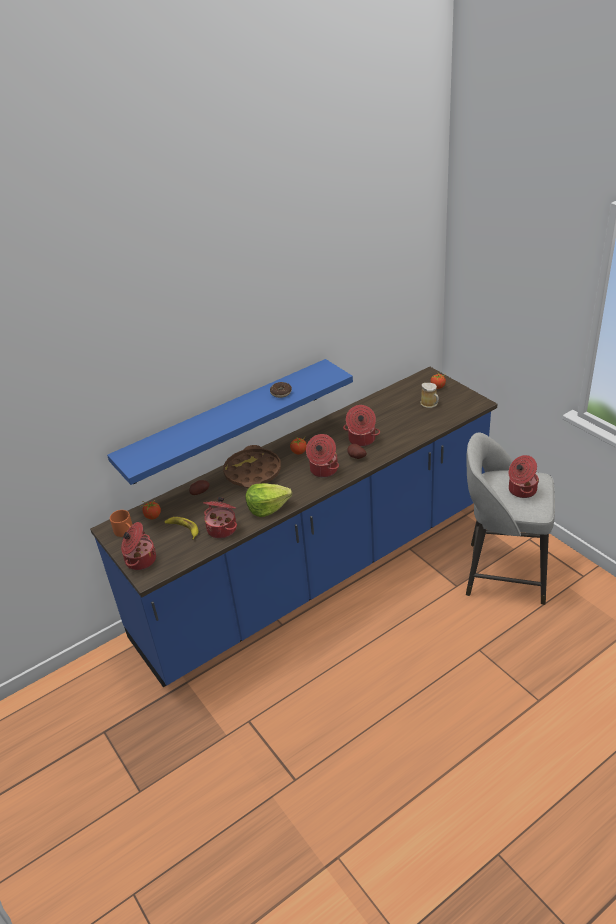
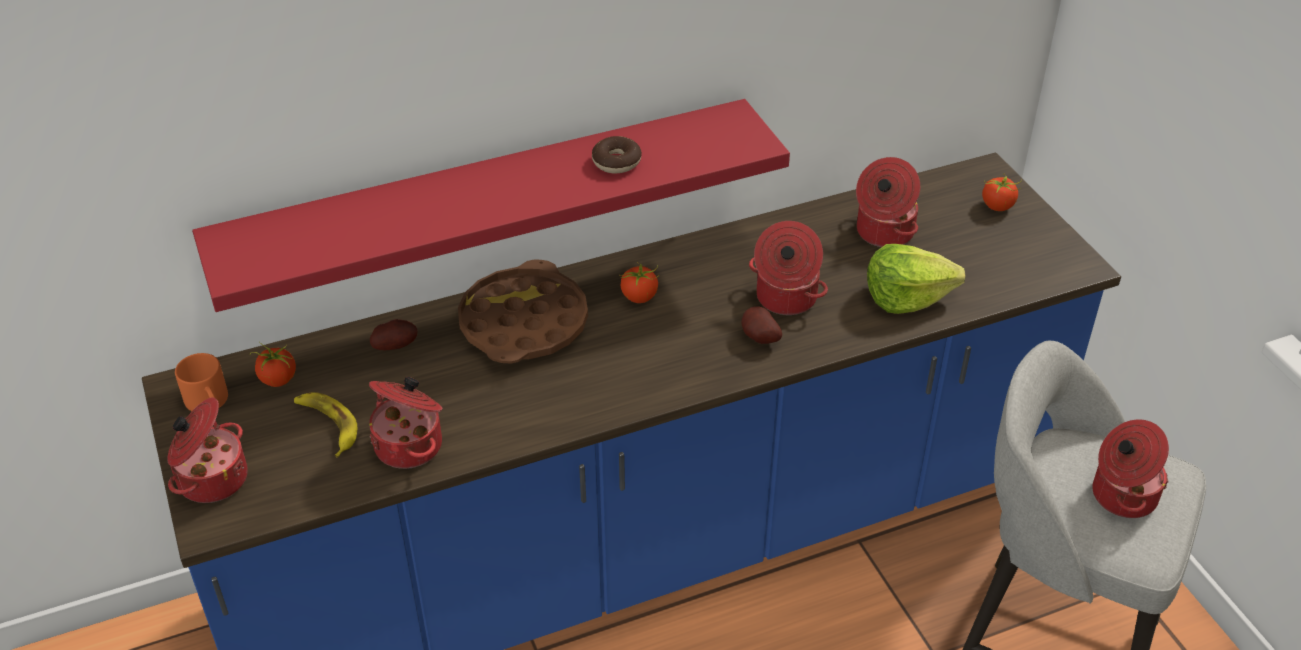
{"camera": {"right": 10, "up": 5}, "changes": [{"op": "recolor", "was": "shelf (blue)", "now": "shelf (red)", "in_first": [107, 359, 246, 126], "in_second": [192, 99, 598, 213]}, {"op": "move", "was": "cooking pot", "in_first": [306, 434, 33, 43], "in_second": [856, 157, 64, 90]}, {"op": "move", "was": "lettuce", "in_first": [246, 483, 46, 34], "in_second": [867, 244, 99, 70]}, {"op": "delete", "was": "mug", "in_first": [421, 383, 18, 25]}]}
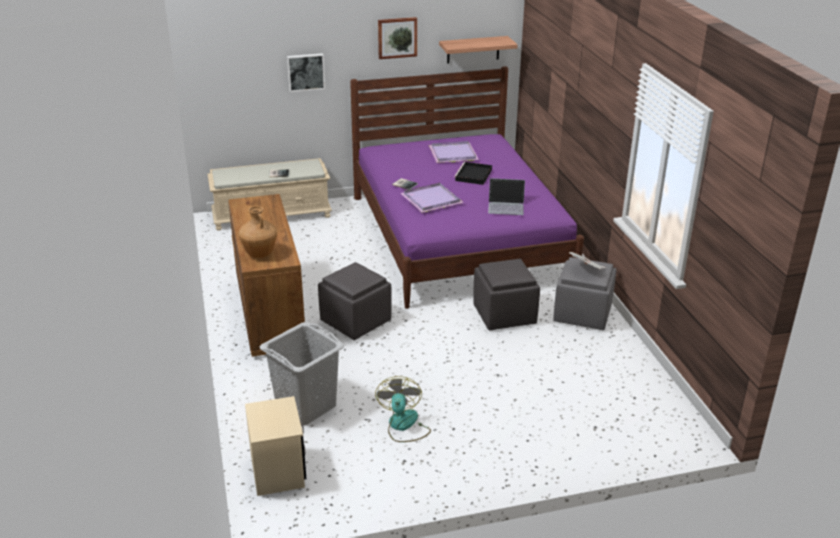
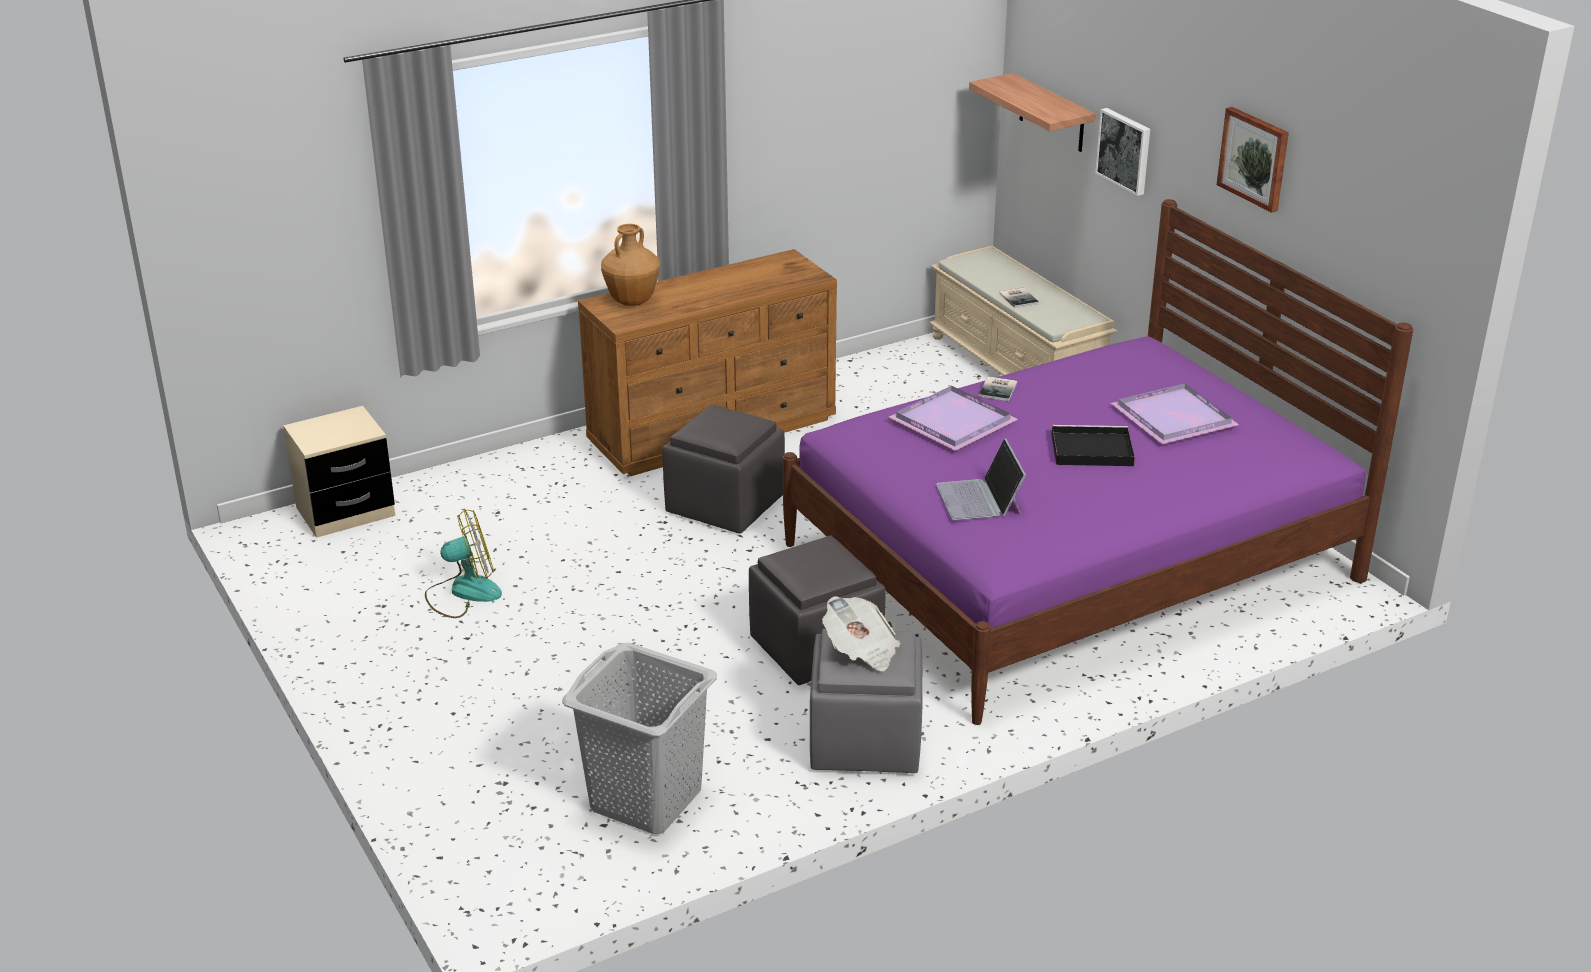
{"camera": {"right": 75, "up": 0}, "changes": [{"op": "move", "was": "laundry basket (grey)", "in_first": [260, 322, 84, 103], "in_second": [562, 643, 155, 191]}, {"op": "move", "was": "shelf", "in_first": [439, 36, 79, 28], "in_second": [969, 73, 127, 79]}]}
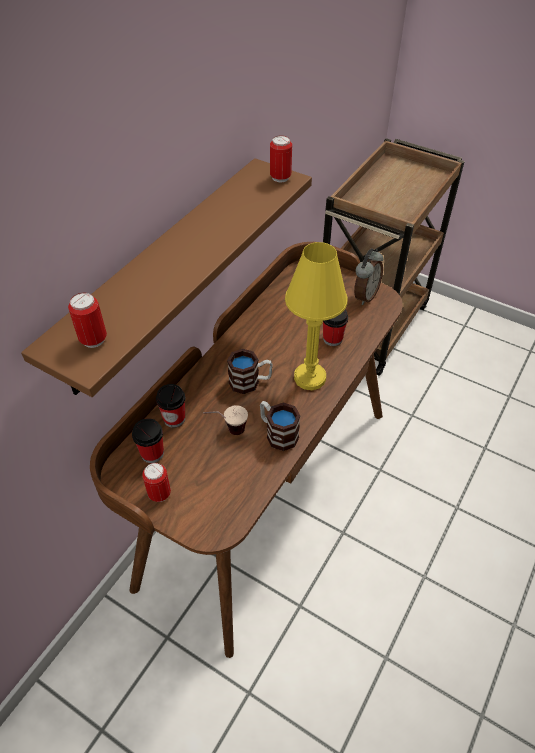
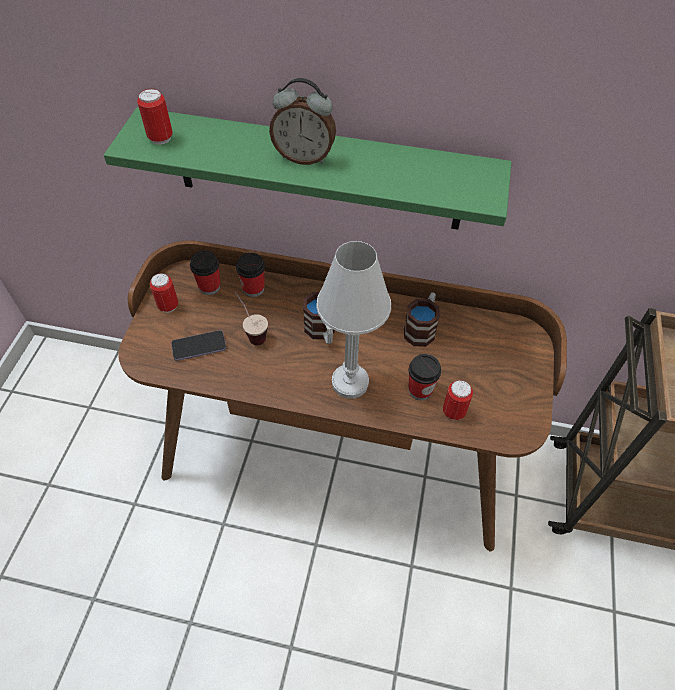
{"camera": {"right": 70, "up": 5}, "changes": [{"op": "recolor", "was": "shelf (brown)", "now": "shelf (green)", "in_first": [21, 158, 291, 239], "in_second": [104, 107, 408, 123]}, {"op": "insert", "now": "phone", "in_second": [171, 330, 55, 31]}, {"op": "move", "was": "alarm clock", "in_first": [354, 249, 29, 56], "in_second": [269, 78, 67, 87]}, {"op": "recolor", "was": "table lamp (yellow)", "now": "table lamp (white)", "in_first": [285, 242, 63, 148], "in_second": [316, 241, 75, 158]}, {"op": "move", "was": "mug", "in_first": [260, 401, 40, 50], "in_second": [404, 292, 36, 55]}, {"op": "move", "was": "can", "in_first": [270, 135, 22, 47], "in_second": [443, 380, 30, 40]}]}
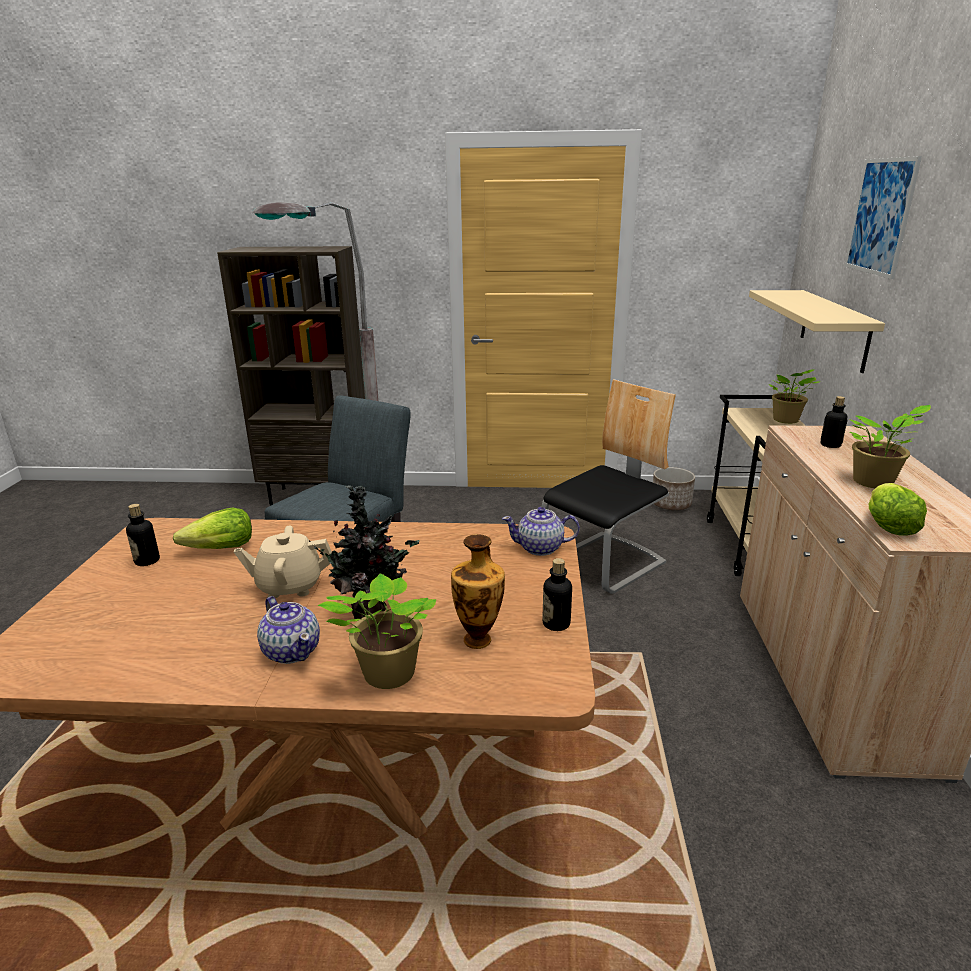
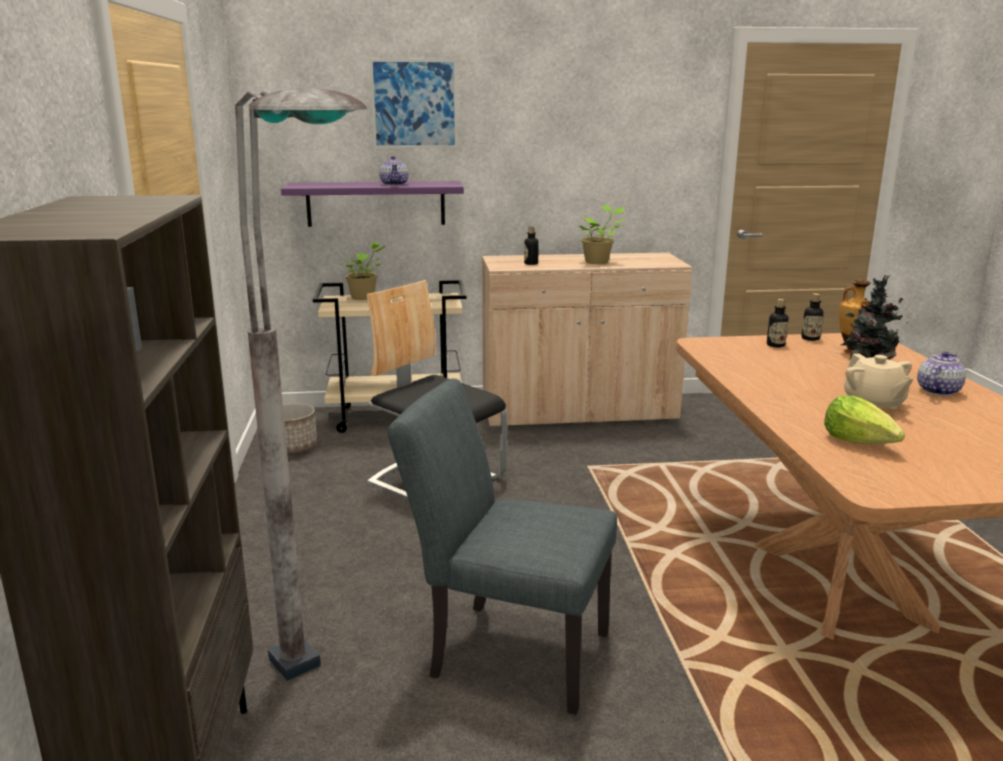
{"camera": {"right": -100, "up": -5}, "changes": [{"op": "recolor", "was": "shelf (beige)", "now": "shelf (purple)", "in_first": [749, 290, 136, 83], "in_second": [281, 181, 183, 46]}, {"op": "move", "was": "teapot", "in_first": [502, 507, 78, 49], "in_second": [379, 156, 30, 30]}, {"op": "move", "was": "bottle", "in_first": [126, 504, 34, 62], "in_second": [767, 299, 21, 48]}, {"op": "delete", "was": "potted plant", "in_first": [318, 574, 118, 115]}, {"op": "delete", "was": "lettuce", "in_first": [868, 483, 59, 53]}]}
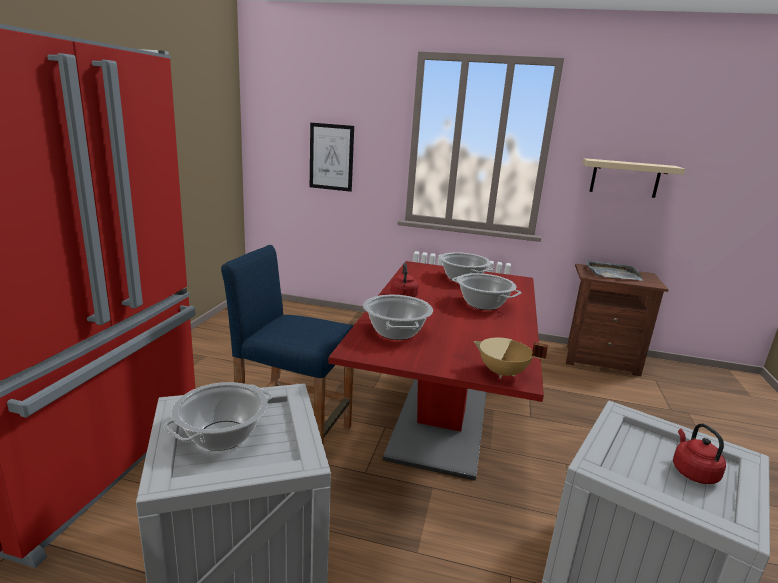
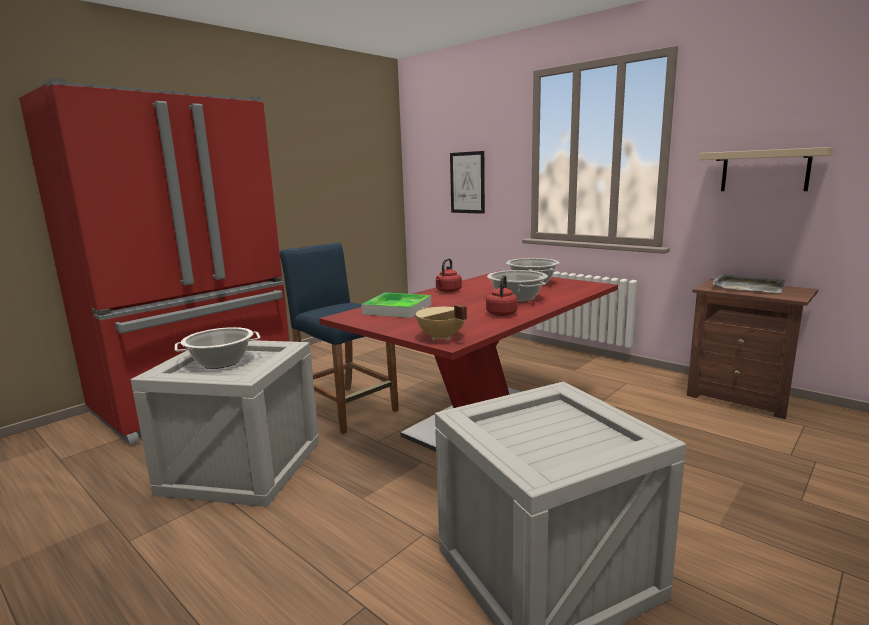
{"camera": {"right": 30, "up": -5}, "changes": [{"op": "replace", "was": "cooking pot", "now": "tray", "in_first": [363, 295, 70, 45], "in_second": [361, 293, 70, 25]}, {"op": "move", "was": "kettle (red)", "in_first": [673, 424, 53, 60], "in_second": [486, 275, 32, 41]}]}
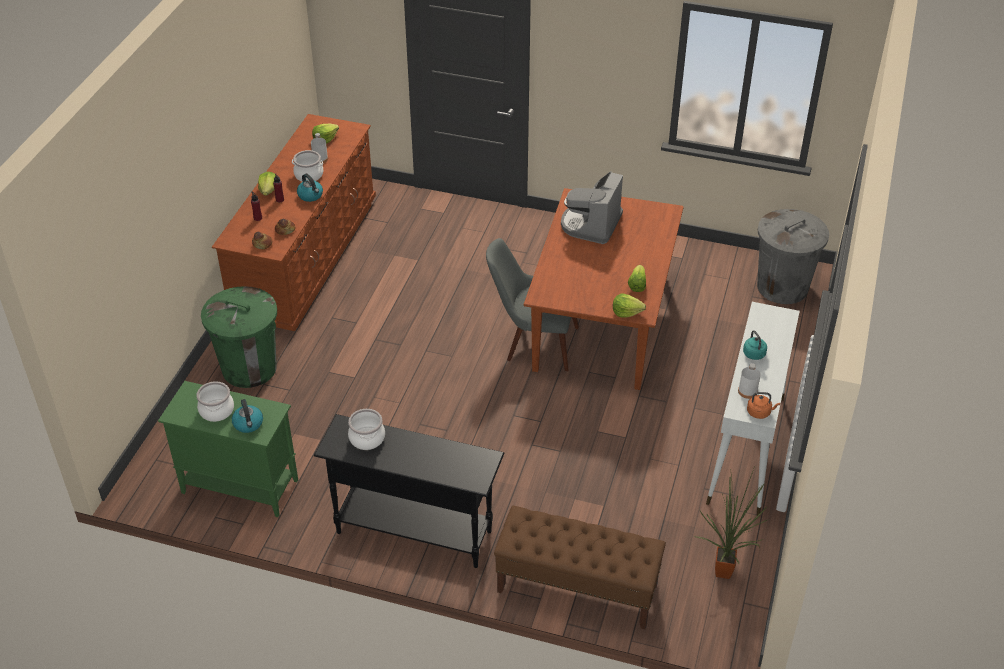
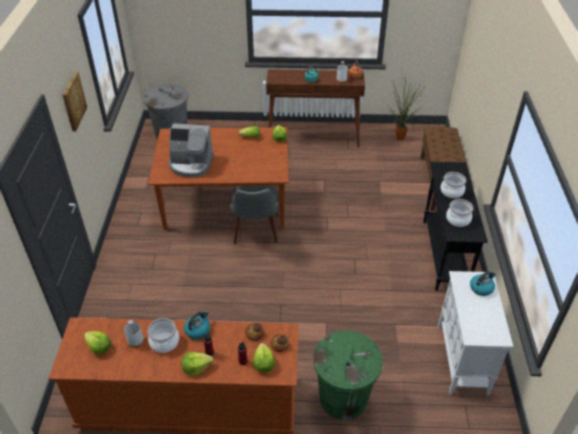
{"camera": {"right": -105, "up": 0}, "changes": [{"op": "insert", "now": "picture", "in_second": [62, 72, 25, 59]}, {"op": "insert", "now": "lettuce", "in_second": [253, 343, 22, 30]}, {"op": "recolor", "was": "console table (white)", "now": "console table (brown)", "in_first": [706, 302, 94, 214], "in_second": [266, 69, 99, 78]}, {"op": "recolor", "was": "cabinet (green)", "now": "cabinet (white)", "in_first": [158, 381, 140, 136], "in_second": [438, 271, 75, 124]}, {"op": "move", "was": "cooking pot", "in_first": [196, 381, 38, 41], "in_second": [440, 172, 26, 26]}]}
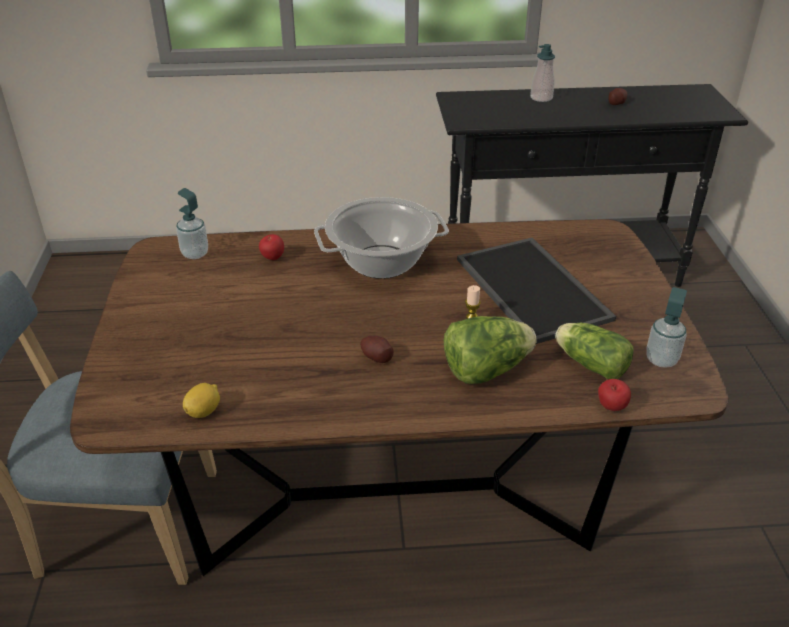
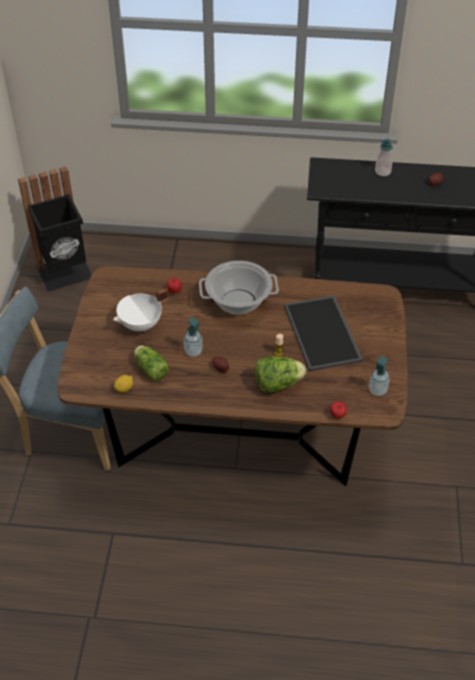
{"camera": {"right": 10, "up": 10}, "changes": [{"op": "insert", "now": "trash can (black)", "in_second": [18, 167, 74, 125]}, {"op": "insert", "now": "cooking pot (white)", "in_second": [113, 288, 56, 44]}, {"op": "move", "was": "lettuce", "in_first": [555, 323, 79, 57], "in_second": [134, 346, 35, 35]}, {"op": "move", "was": "soap dispenser", "in_first": [176, 188, 32, 71], "in_second": [184, 317, 19, 40]}]}
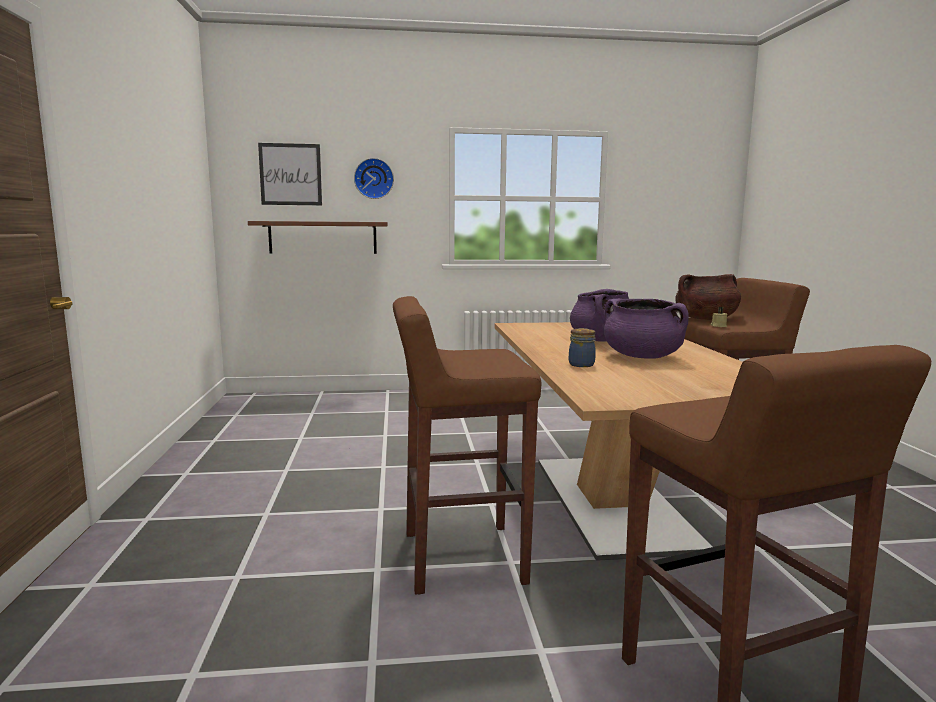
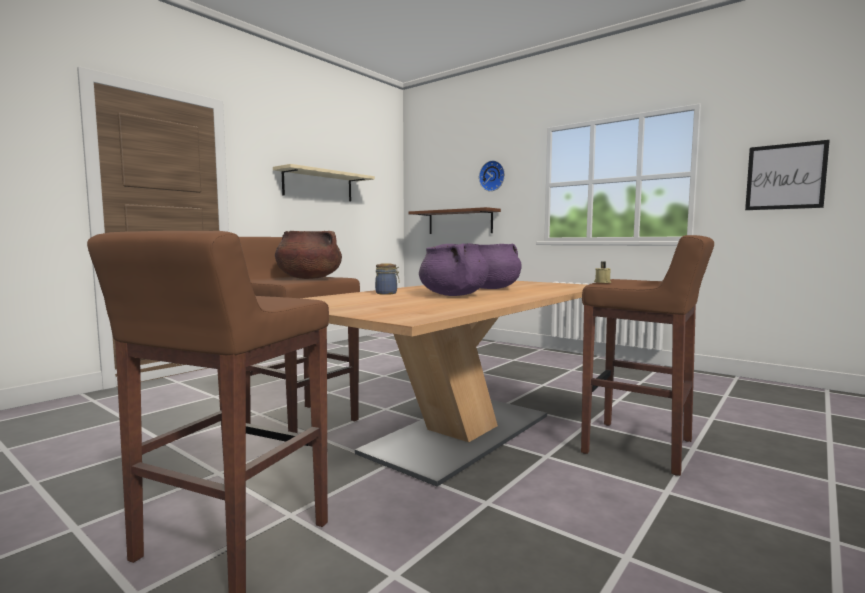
{"camera": {"right": 45, "up": -5}, "changes": [{"op": "insert", "now": "shelf (beige)", "in_second": [273, 164, 102, 37]}, {"op": "move", "was": "cooking pot (brown)", "in_first": [676, 274, 65, 46], "in_second": [275, 231, 67, 48]}, {"op": "move", "was": "picture", "in_first": [258, 143, 64, 62], "in_second": [745, 140, 85, 70]}]}
